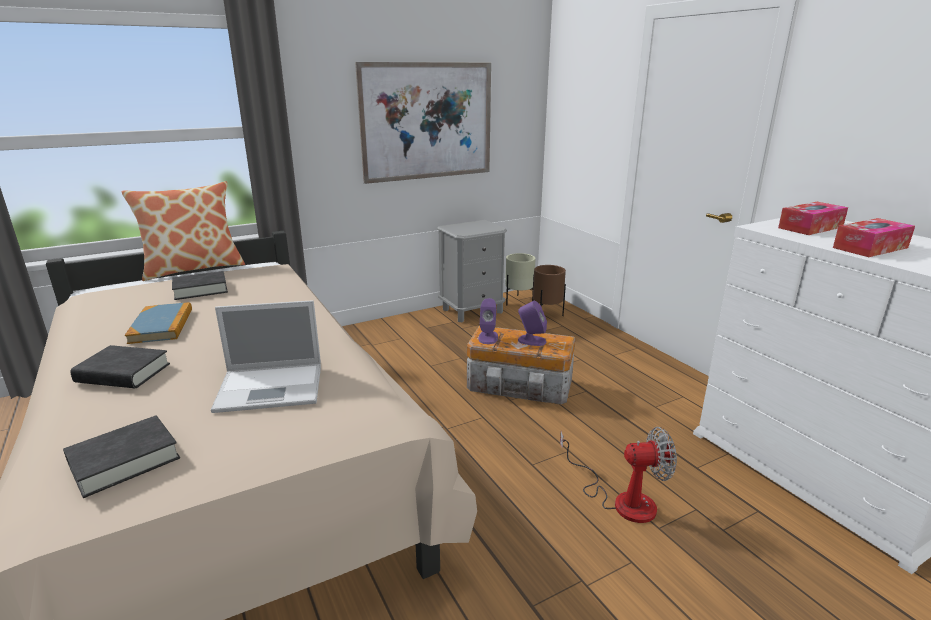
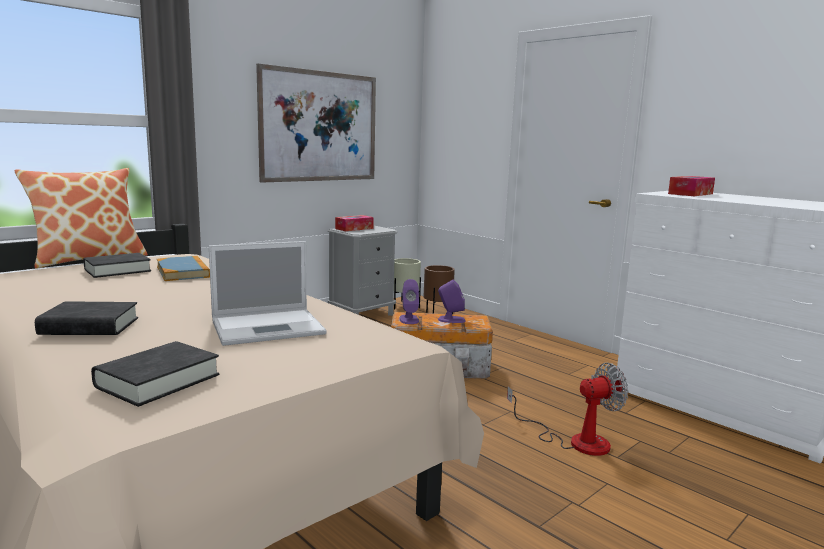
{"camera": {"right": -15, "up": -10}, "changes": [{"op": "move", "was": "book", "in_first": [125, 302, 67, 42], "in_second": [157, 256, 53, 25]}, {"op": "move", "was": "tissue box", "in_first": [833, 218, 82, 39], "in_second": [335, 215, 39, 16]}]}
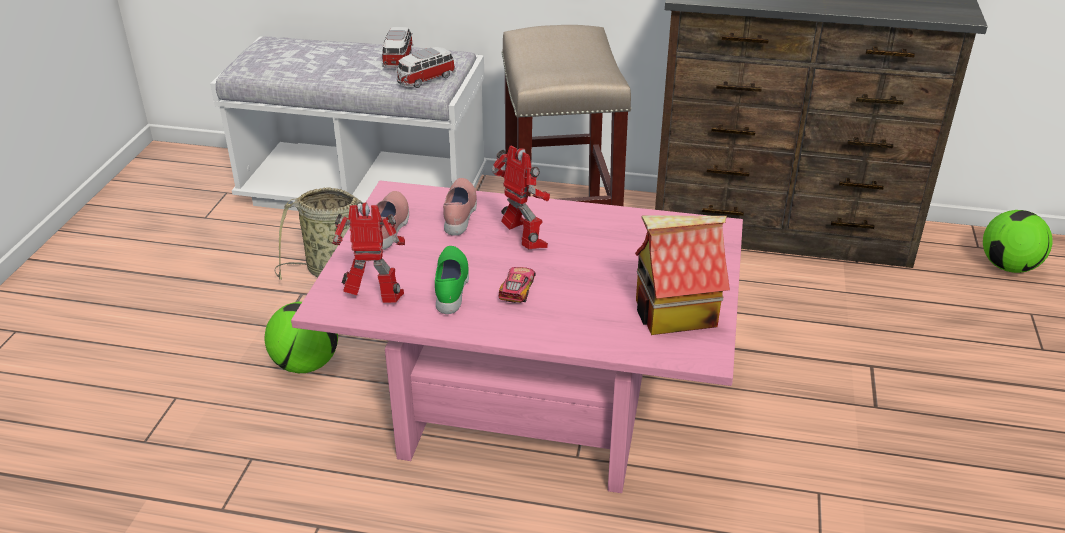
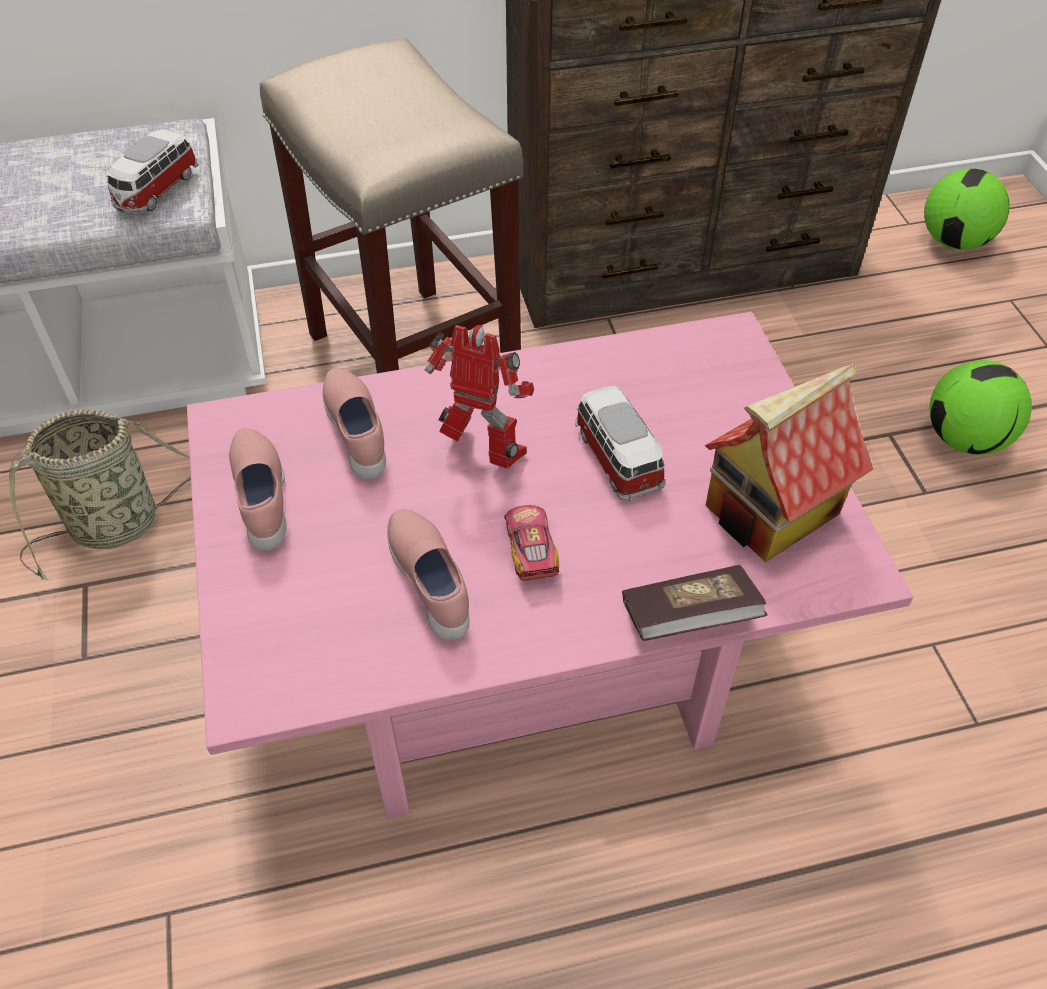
{"camera": {"right": -25, "up": 15}, "changes": [{"op": "recolor", "was": "shoe (green)", "now": "shoe (pink)", "in_first": [435, 246, 34, 68], "in_second": [387, 509, 83, 131]}, {"op": "move", "was": "toy car", "in_first": [382, 27, 31, 41], "in_second": [575, 386, 90, 115]}, {"op": "insert", "now": "book", "in_second": [622, 565, 146, 76]}, {"op": "move", "was": "football", "in_first": [264, 302, 74, 71], "in_second": [929, 360, 103, 95]}, {"op": "delete", "was": "toy robot", "in_first": [332, 202, 73, 101]}]}
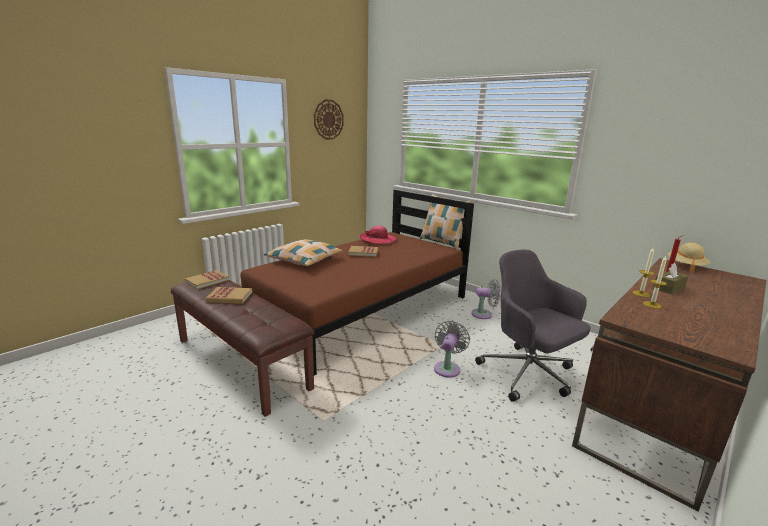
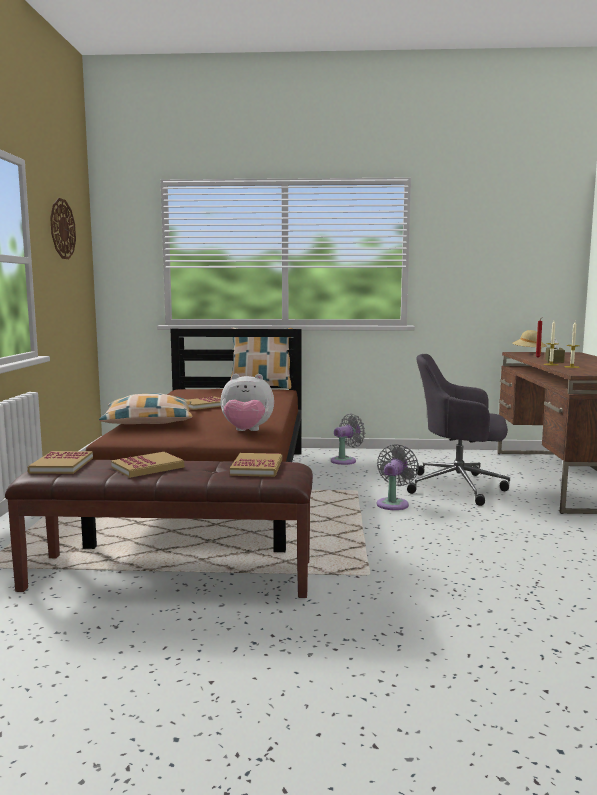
{"camera": {"right": -40, "up": -10}, "changes": [{"op": "insert", "now": "plush toy", "in_second": [221, 374, 53, 57]}, {"op": "insert", "now": "book", "in_second": [230, 453, 52, 24]}, {"op": "rotate", "was": "fan (grey)", "in_first": [434, 321, 36, 57], "in_second": [377, 444, 42, 66], "clockwise": 45}, {"op": "delete", "was": "hat", "in_first": [360, 225, 37, 19]}]}
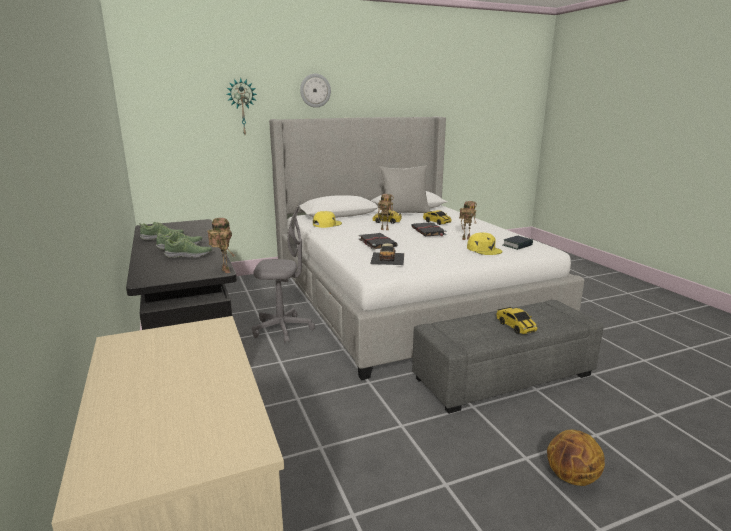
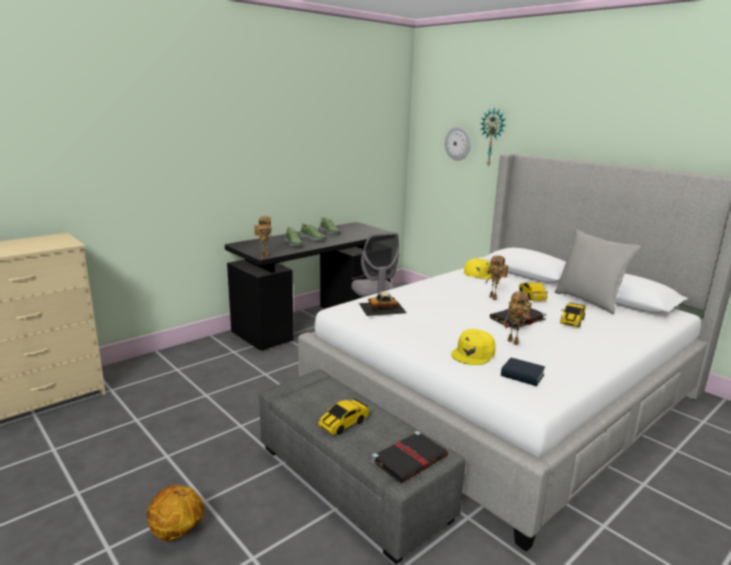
{"camera": {"right": 70, "up": 0}, "changes": [{"op": "move", "was": "book (black)", "in_first": [359, 233, 39, 17], "in_second": [372, 431, 76, 52]}, {"op": "move", "was": "wall clock", "in_first": [300, 74, 31, 34], "in_second": [445, 127, 26, 34]}]}
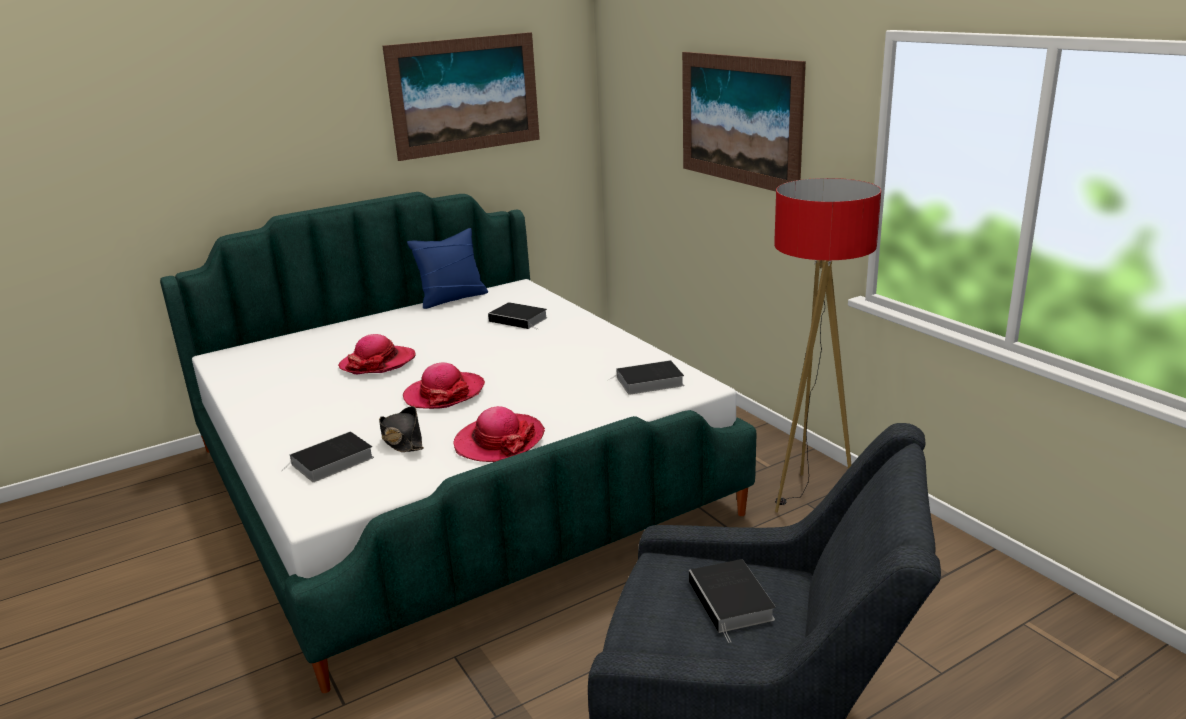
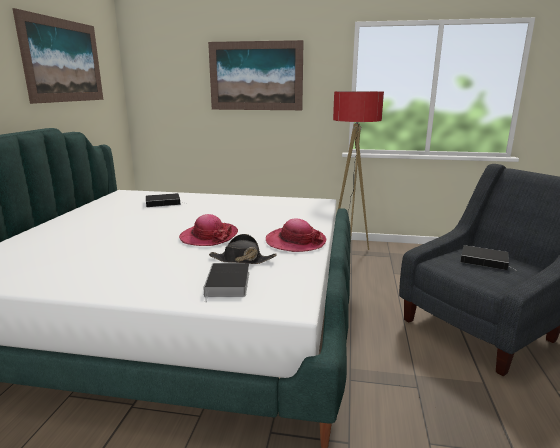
{"camera": {"right": -50, "up": -5}, "changes": [{"op": "delete", "was": "hat", "in_first": [338, 334, 78, 40]}, {"op": "delete", "was": "pillow (blue)", "in_first": [407, 228, 81, 81]}, {"op": "delete", "was": "book", "in_first": [608, 360, 76, 35]}]}
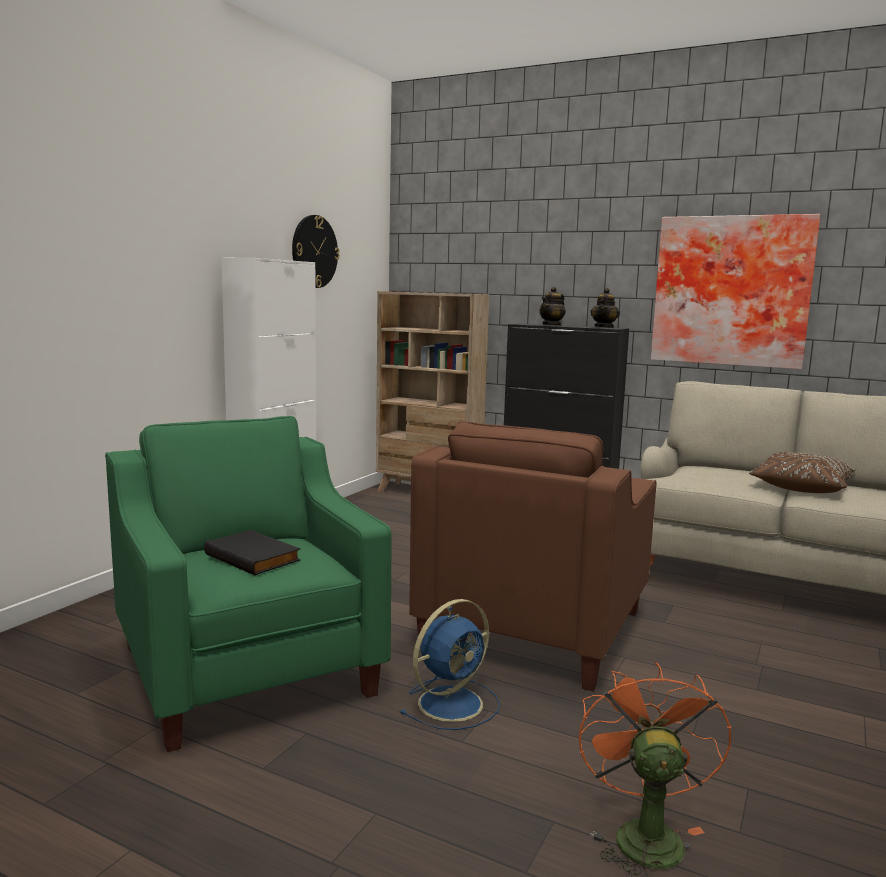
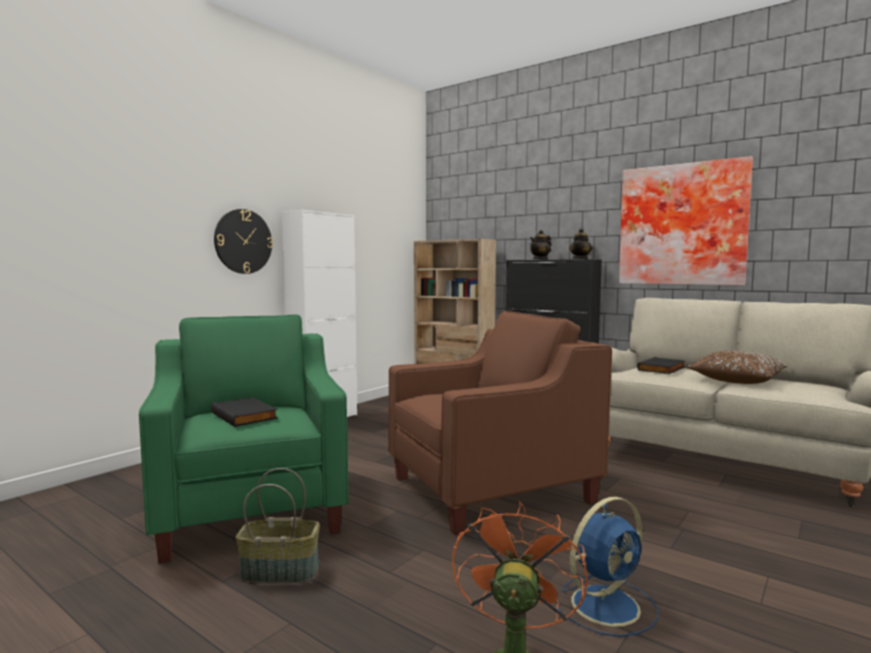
{"camera": {"right": 10, "up": -5}, "changes": [{"op": "move", "was": "wall clock", "in_first": [292, 215, 48, 73], "in_second": [214, 209, 59, 65]}, {"op": "insert", "now": "basket", "in_second": [236, 468, 84, 115]}, {"op": "rotate", "was": "armchair (brown)", "in_first": [409, 421, 248, 270], "in_second": [388, 311, 224, 224], "clockwise": -150}, {"op": "move", "was": "fan (blue)", "in_first": [400, 599, 100, 131], "in_second": [557, 497, 102, 140]}, {"op": "insert", "now": "book (black)", "in_second": [637, 357, 48, 17]}]}
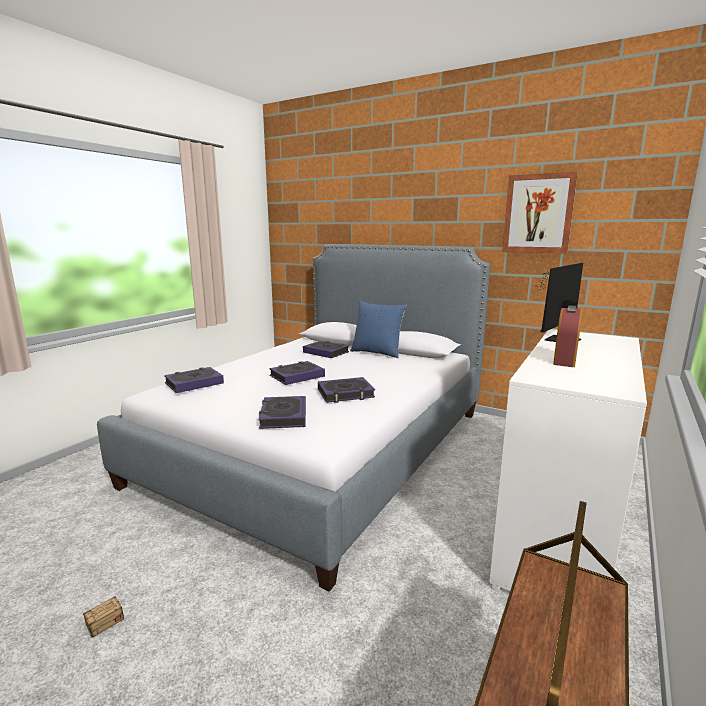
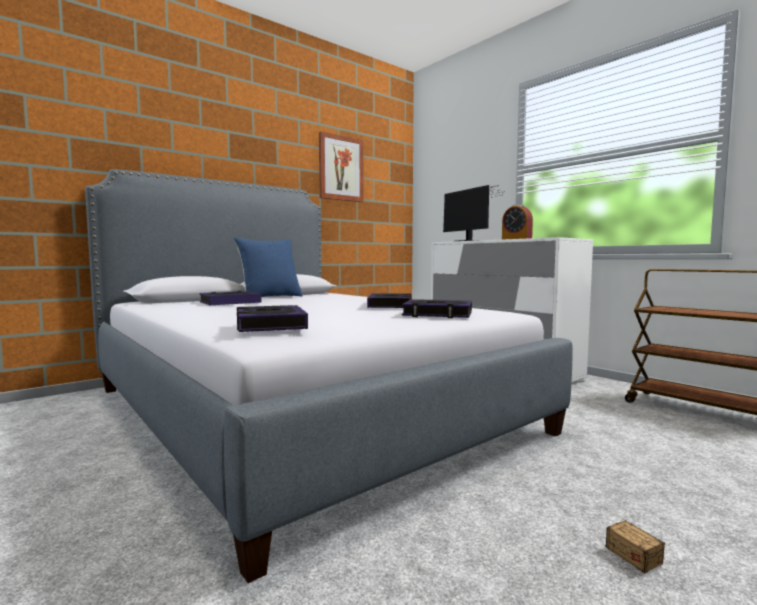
{"camera": {"right": -70, "up": -10}, "changes": [{"op": "delete", "was": "book", "in_first": [269, 361, 56, 24]}]}
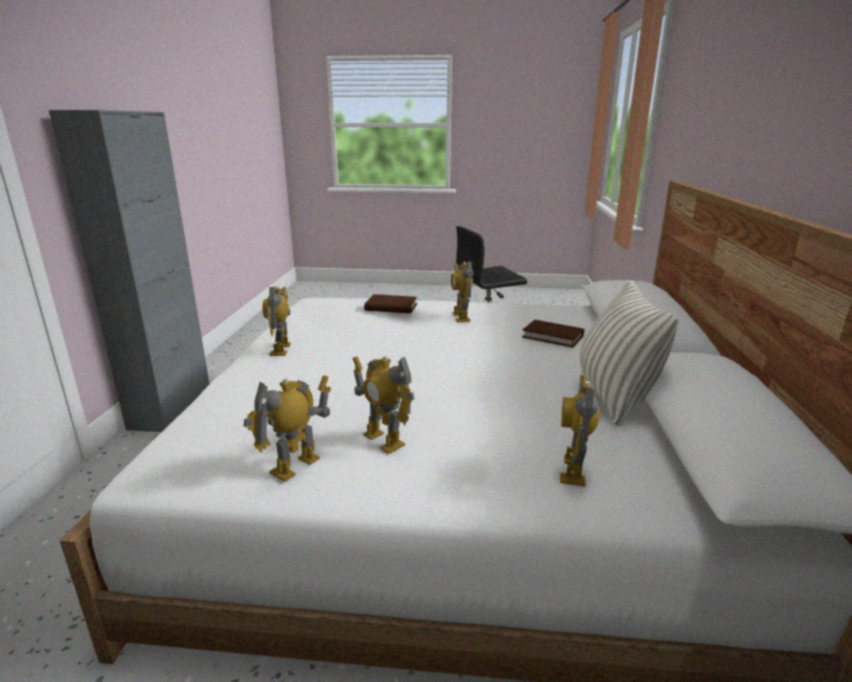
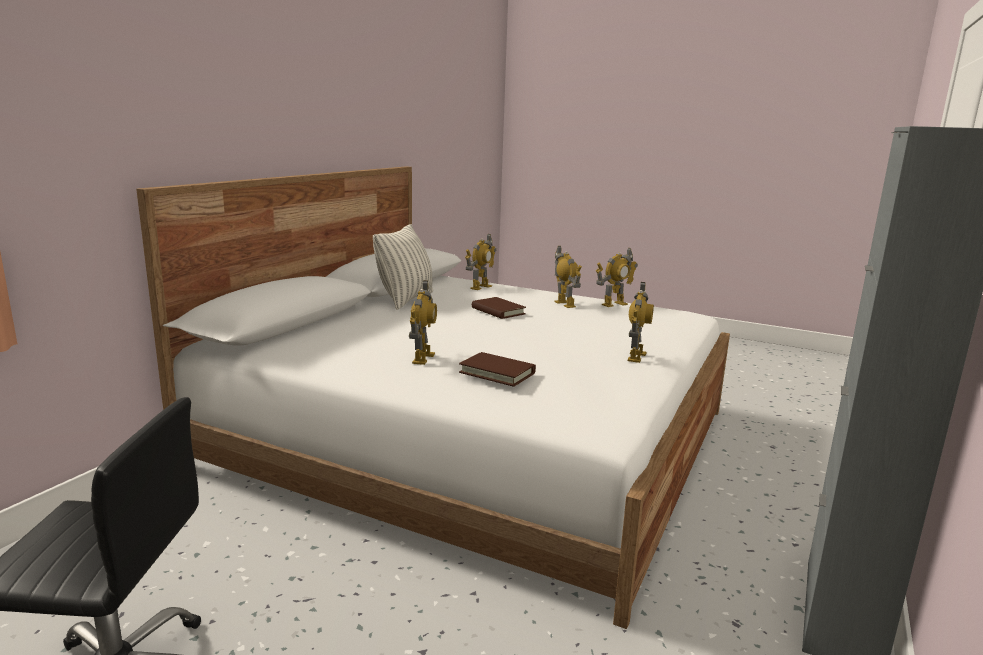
{"camera": {"right": -160, "up": -5}, "changes": [{"op": "move", "was": "book (brown)", "in_first": [522, 320, 62, 28], "in_second": [472, 297, 54, 22]}]}
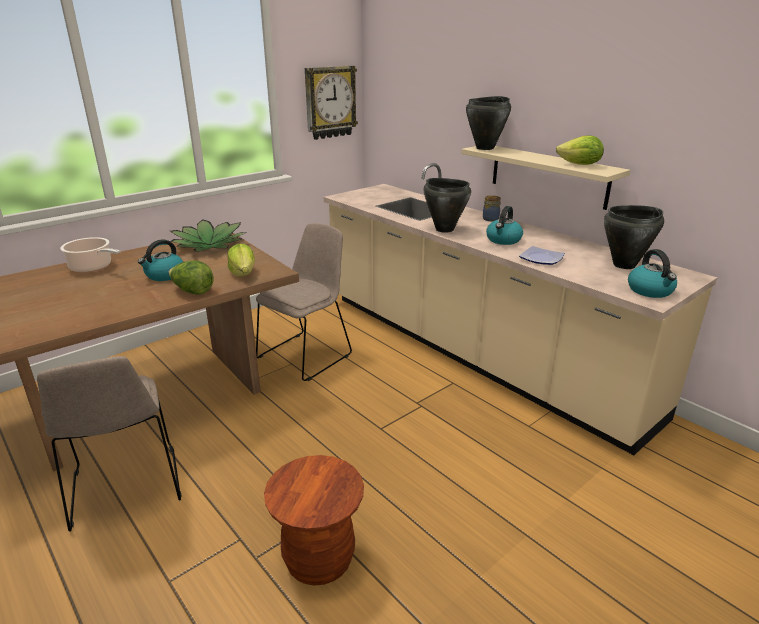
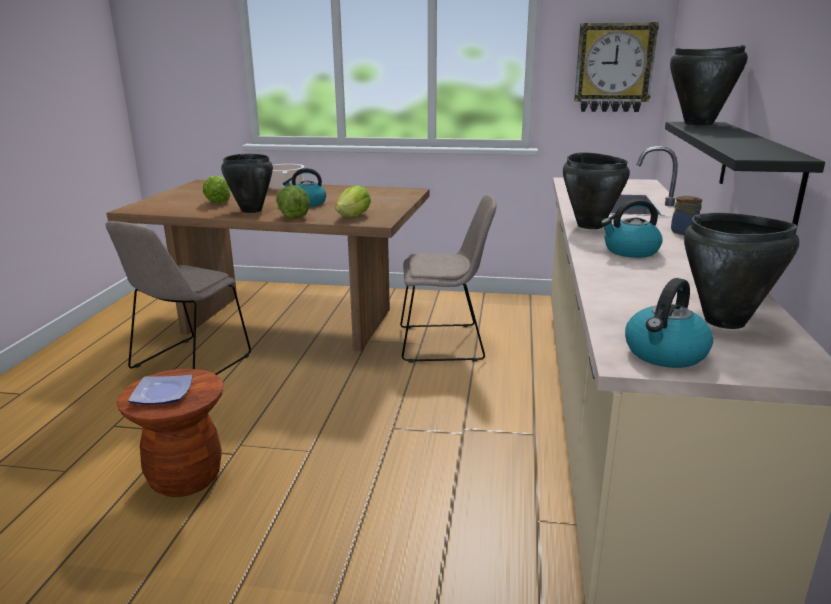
{"camera": {"right": 50, "up": -5}, "changes": [{"op": "move", "was": "plate", "in_first": [519, 246, 46, 19], "in_second": [128, 375, 64, 30]}, {"op": "move", "was": "lettuce", "in_first": [556, 136, 48, 29], "in_second": [203, 176, 28, 27]}, {"op": "insert", "now": "cooking pot (black)", "in_second": [221, 154, 52, 59]}, {"op": "recolor", "was": "shelf (beige)", "now": "shelf (black)", "in_first": [461, 146, 169, 64], "in_second": [665, 122, 160, 112]}, {"op": "delete", "was": "potted plant", "in_first": [170, 219, 75, 33]}]}
